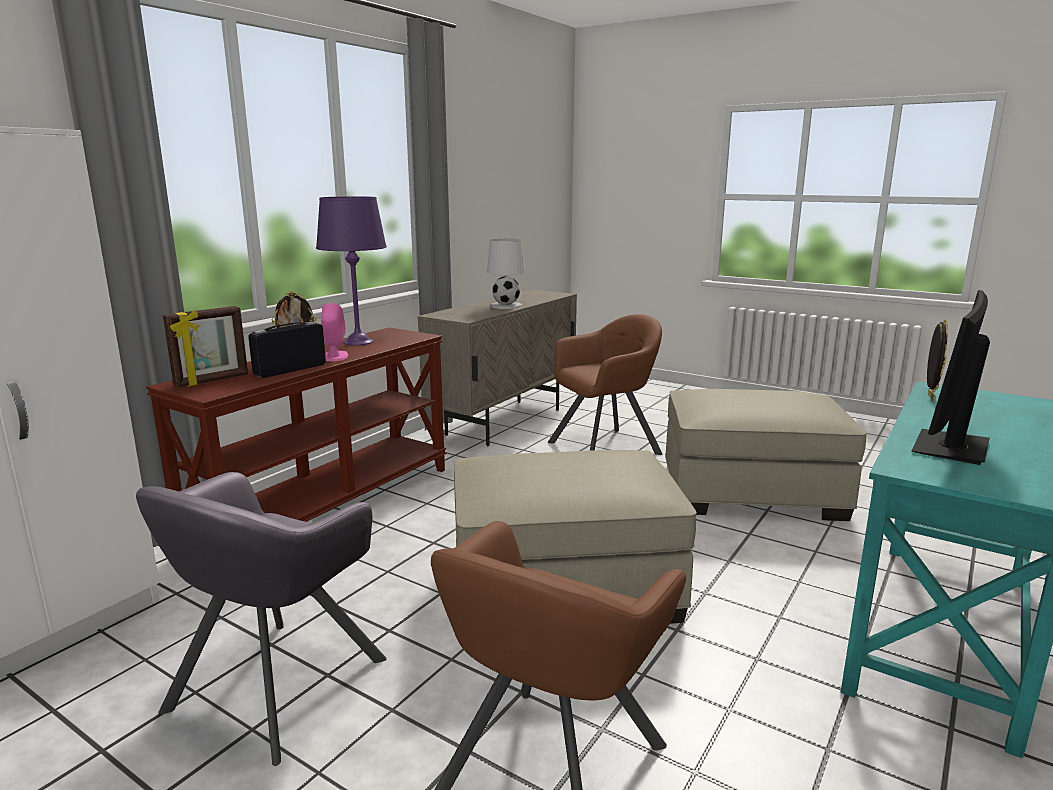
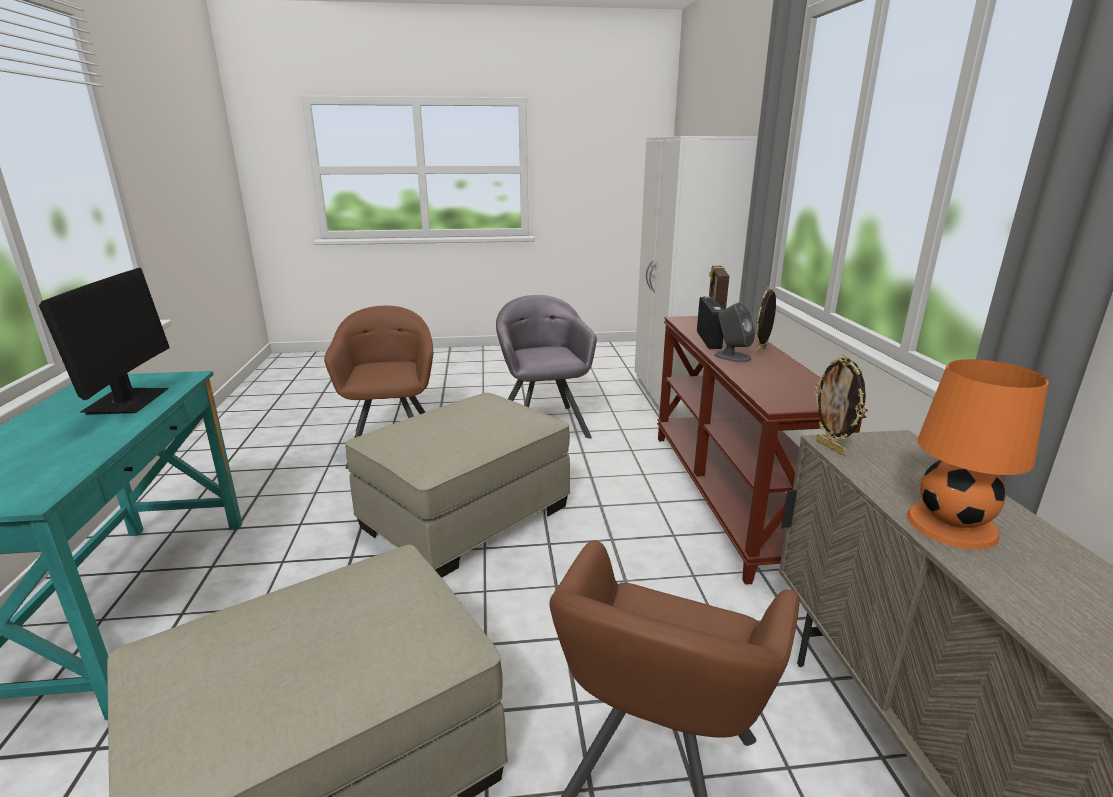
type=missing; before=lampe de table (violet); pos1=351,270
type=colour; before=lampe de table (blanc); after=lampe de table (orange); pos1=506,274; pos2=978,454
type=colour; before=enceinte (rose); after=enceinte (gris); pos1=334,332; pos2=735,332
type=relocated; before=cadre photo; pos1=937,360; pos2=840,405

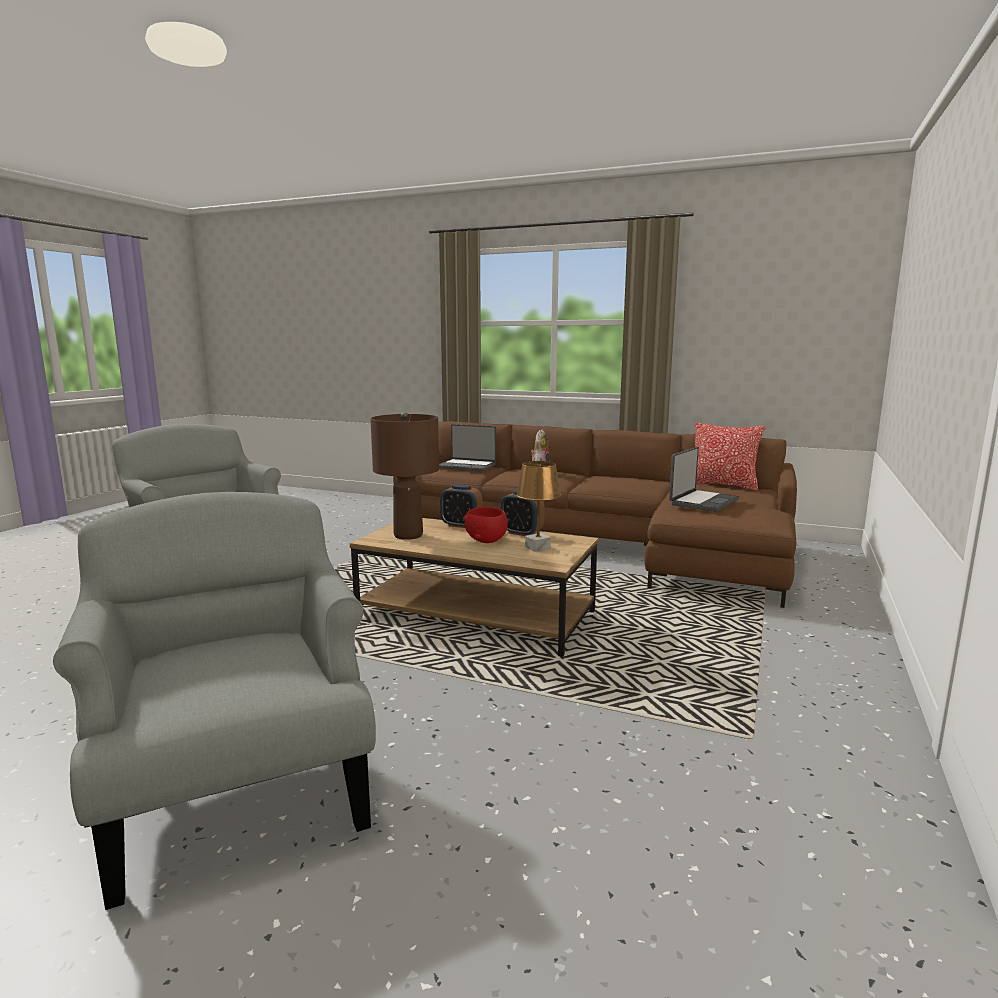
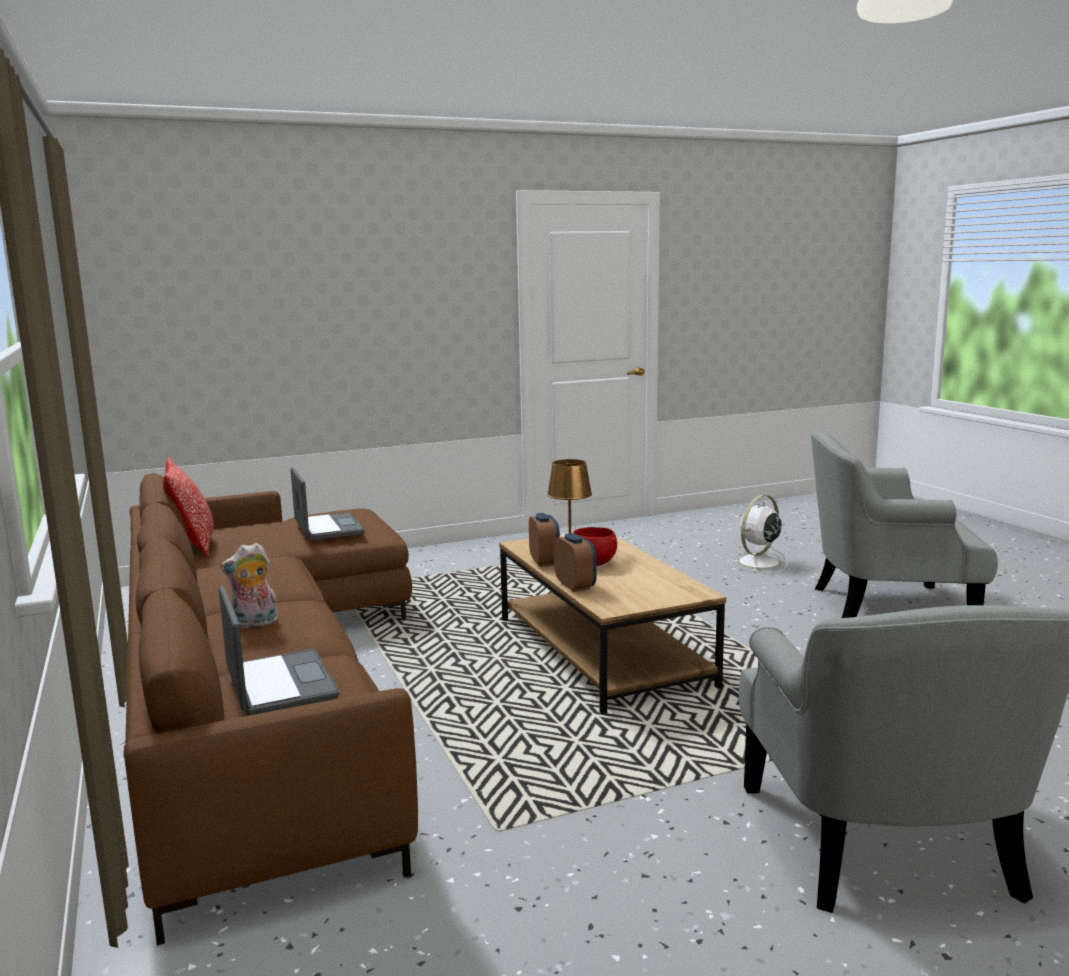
type=missing; before=lampe de table (marron); pos1=405,476
type=spun; before=ordinateur portable; pos1=704,479; pos2=327,504; turn=75
type=spun; before=fauteuil (gris); pos1=214,701; pos2=904,524; turn=75
type=appeared; after=ventilateur (blanc); pos2=757,534

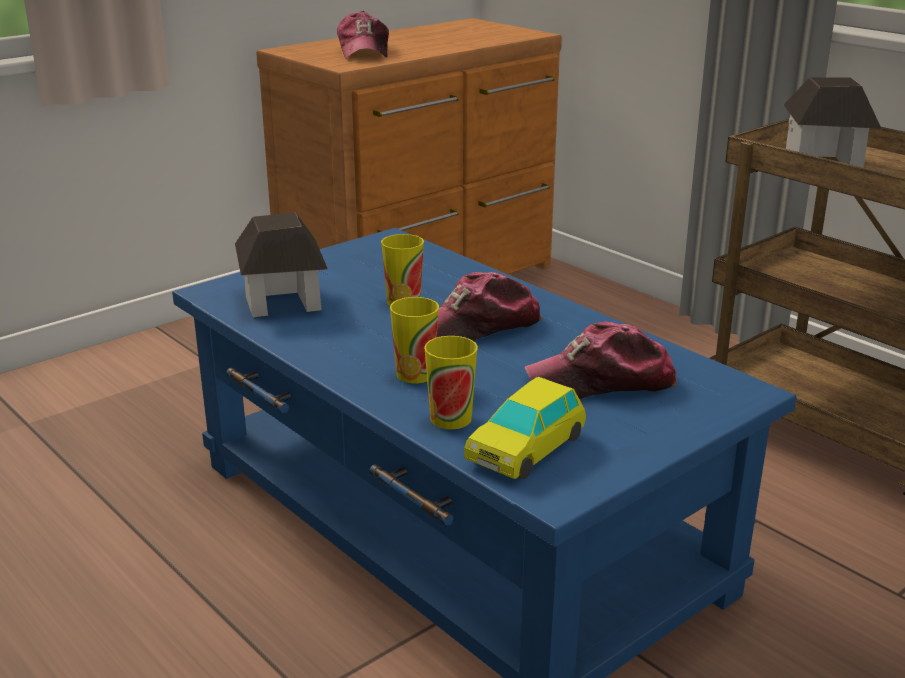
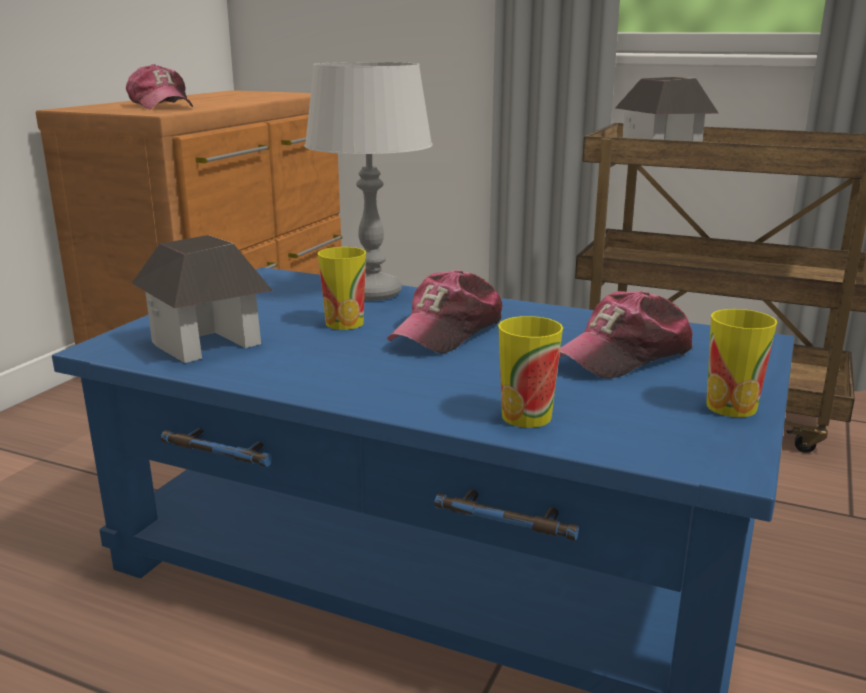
type=relocated; before=tasse; pos1=414,340; pos2=741,363
type=missing; before=petite voiture; pos1=525,428
type=appeared; after=lampe de table (gris); pos2=368,181

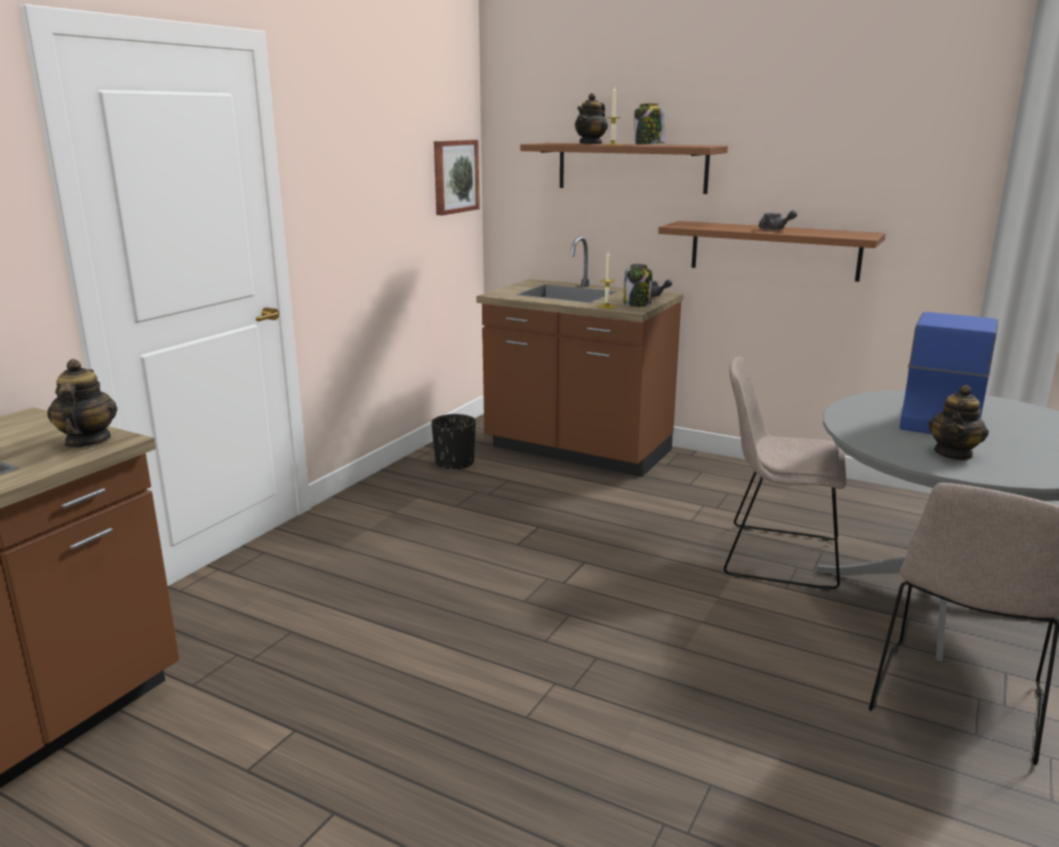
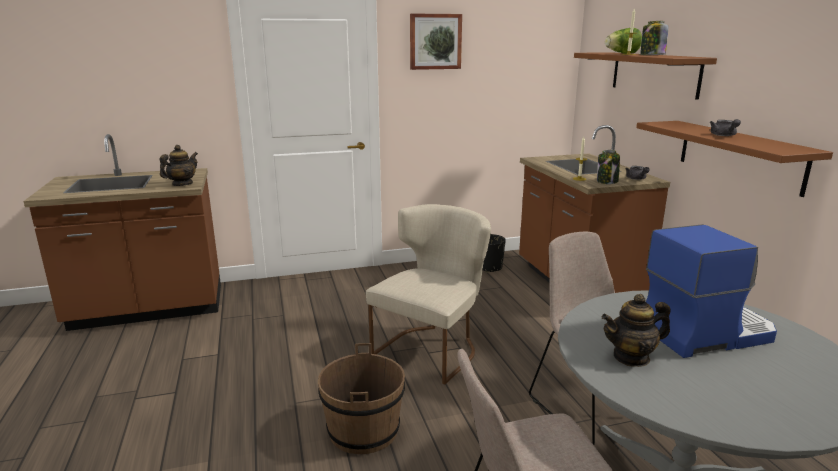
type=exchanged; before=théière; after=laitue; pos1=591,118; pos2=623,41
type=relocated; before=tableau; pos1=457,177; pos2=436,41
type=appeared; after=chaise (beige); pos2=428,294
type=appeared; after=seau (marron); pos2=361,398

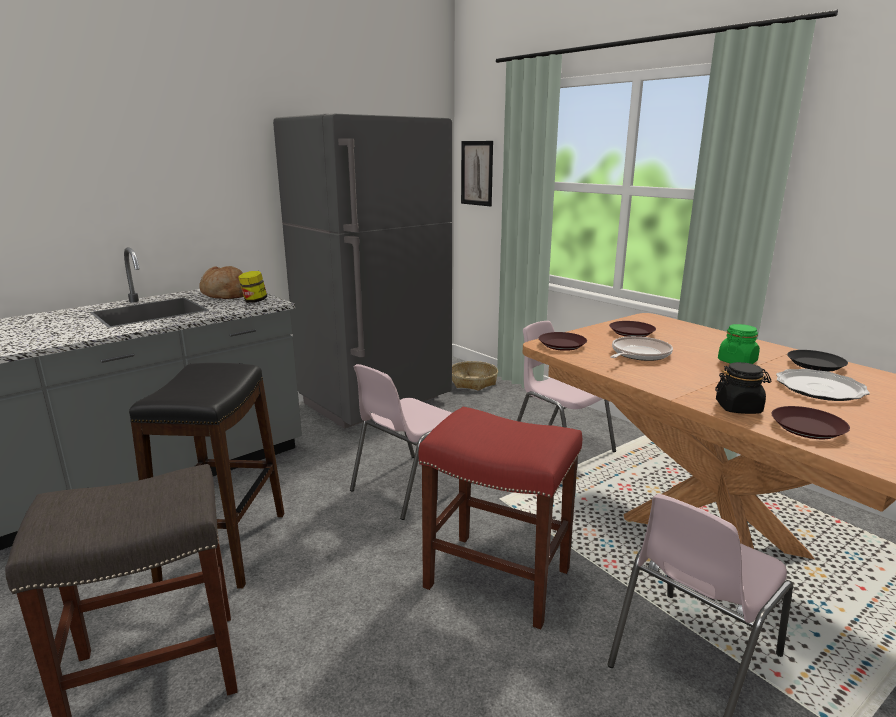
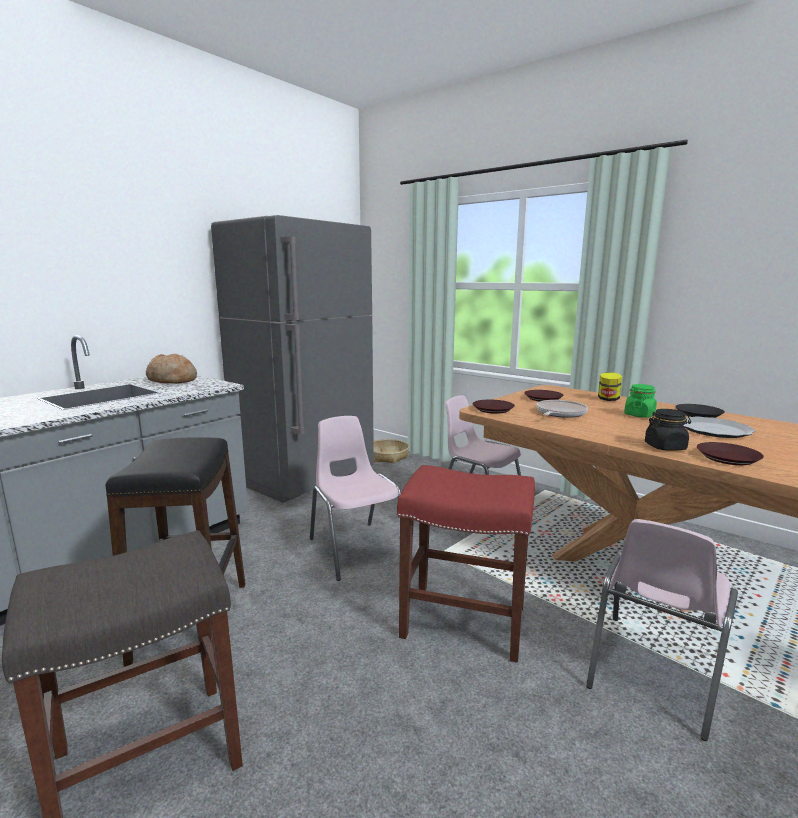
type=missing; before=tableau; pos1=477,173
type=relocated; before=bocal; pos1=252,287; pos2=610,386
type=spun; before=chaise (rose); pos1=401,442; pos2=355,498; turn=120

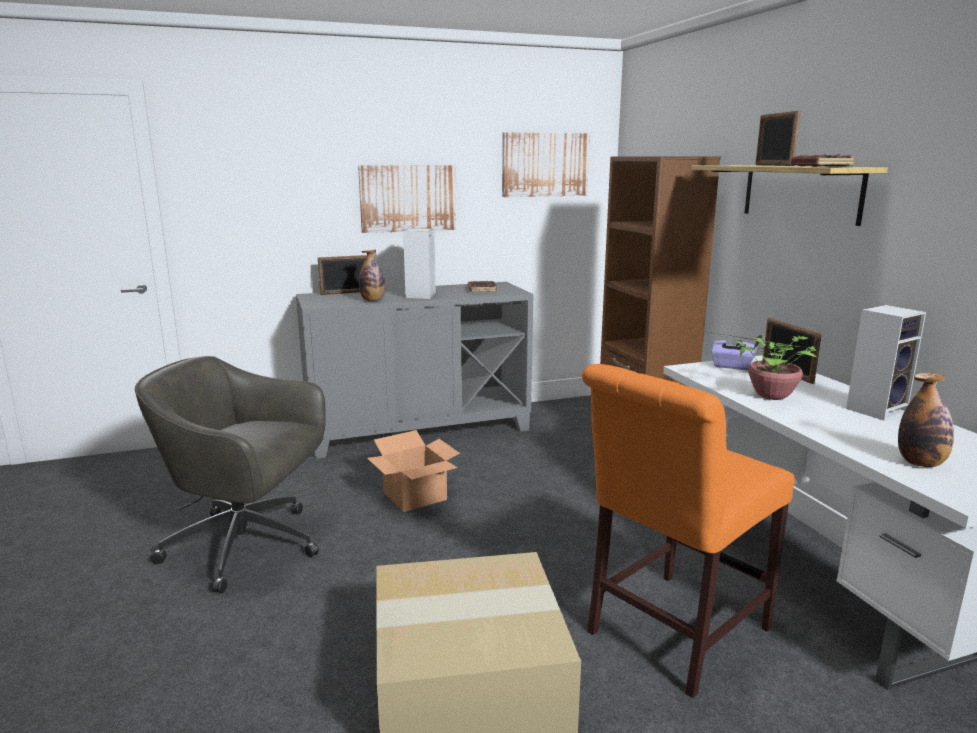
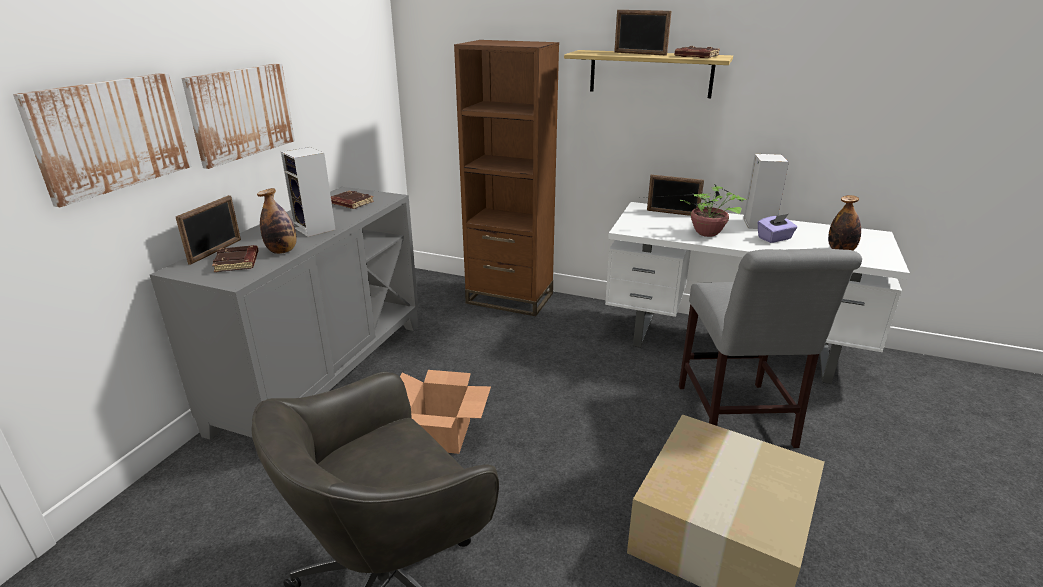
type=relocated; before=tableau; pos1=546,164; pos2=102,140
type=relocated; before=boîte à mouchoirs (violet); pos1=733,353; pos2=777,228
type=colour; before=chaise (orange); after=chaise (gris); pos1=688,531; pos2=770,348
type=appeared; after=livre (marron); pos2=235,258

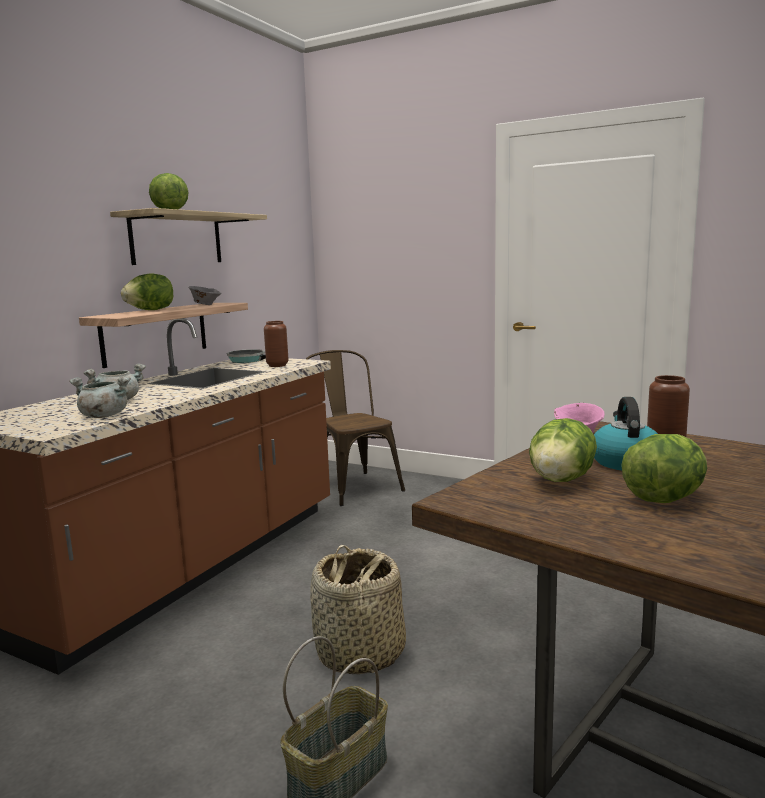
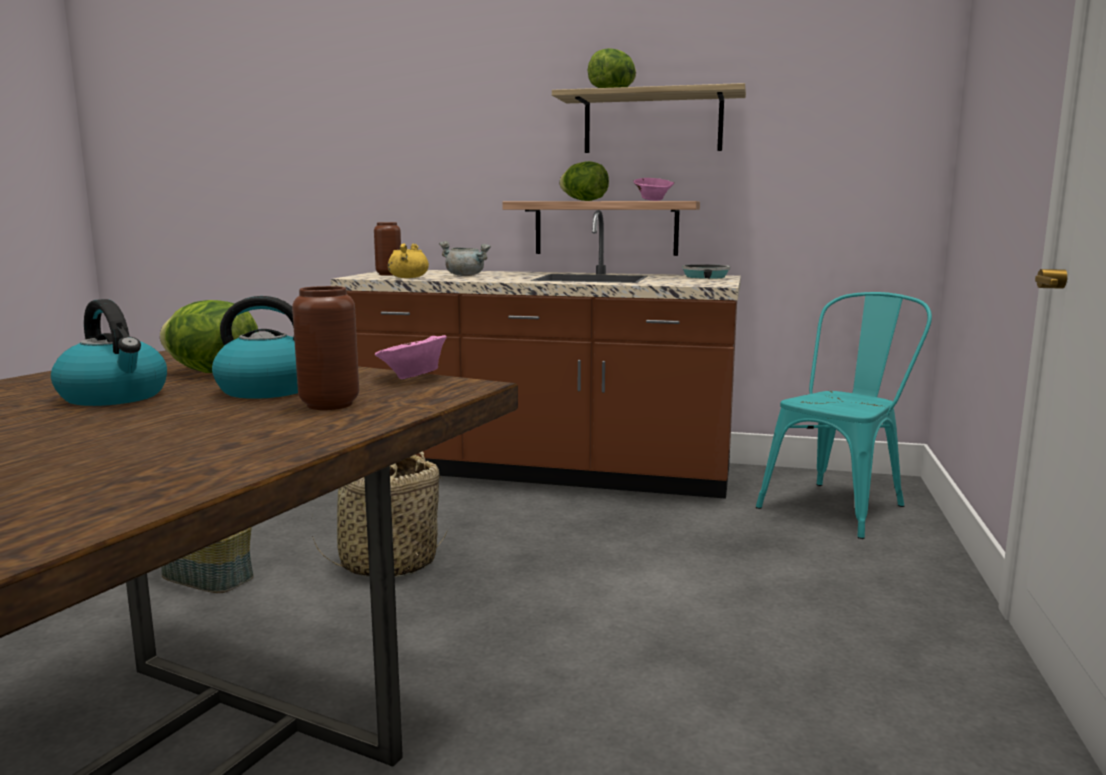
type=colour; before=bol (gris); after=bol (rose); pos1=205,295; pos2=653,189
type=relocated; before=vase (marron); pos1=276,344; pos2=387,249
type=colour; before=chaise (marron); after=chaise (turquoise); pos1=355,428; pos2=844,415
type=colour; before=marmite (gris); after=marmite (jaune); pos1=100,397; pos2=408,260
type=exchanged; before=laitue; after=bouilloire; pos1=664,468; pos2=109,352

